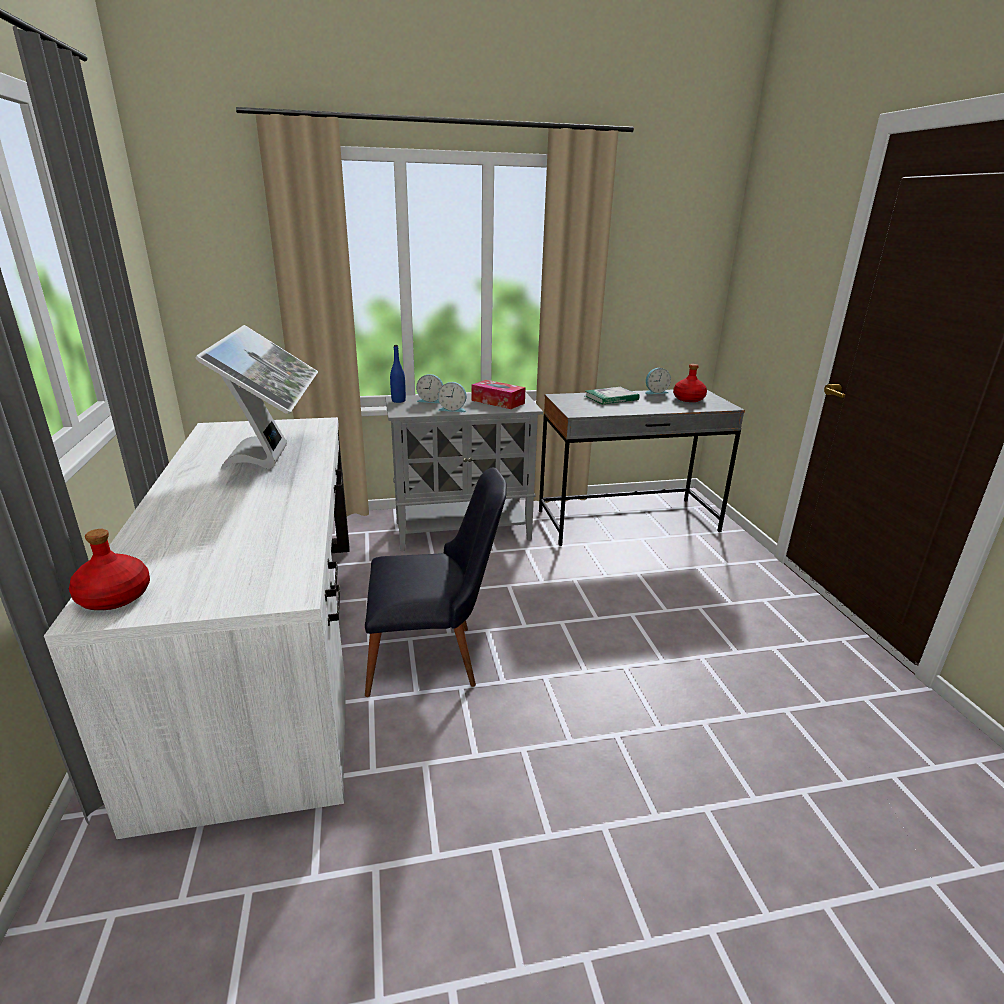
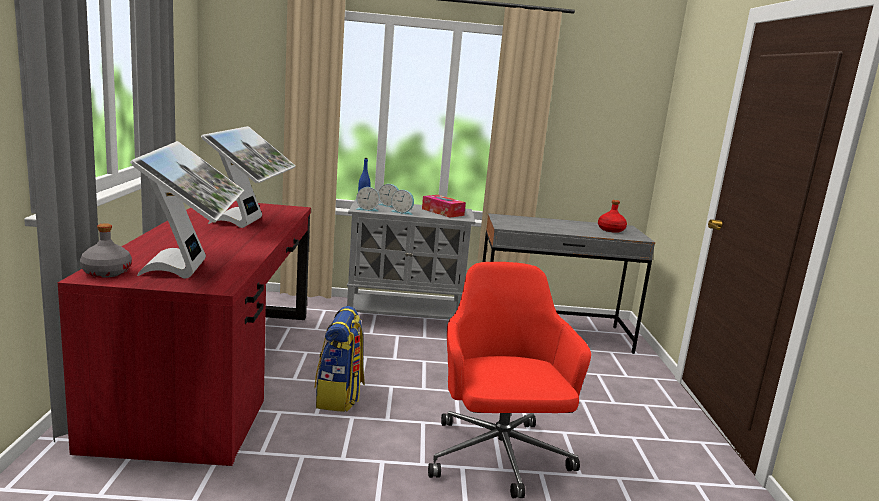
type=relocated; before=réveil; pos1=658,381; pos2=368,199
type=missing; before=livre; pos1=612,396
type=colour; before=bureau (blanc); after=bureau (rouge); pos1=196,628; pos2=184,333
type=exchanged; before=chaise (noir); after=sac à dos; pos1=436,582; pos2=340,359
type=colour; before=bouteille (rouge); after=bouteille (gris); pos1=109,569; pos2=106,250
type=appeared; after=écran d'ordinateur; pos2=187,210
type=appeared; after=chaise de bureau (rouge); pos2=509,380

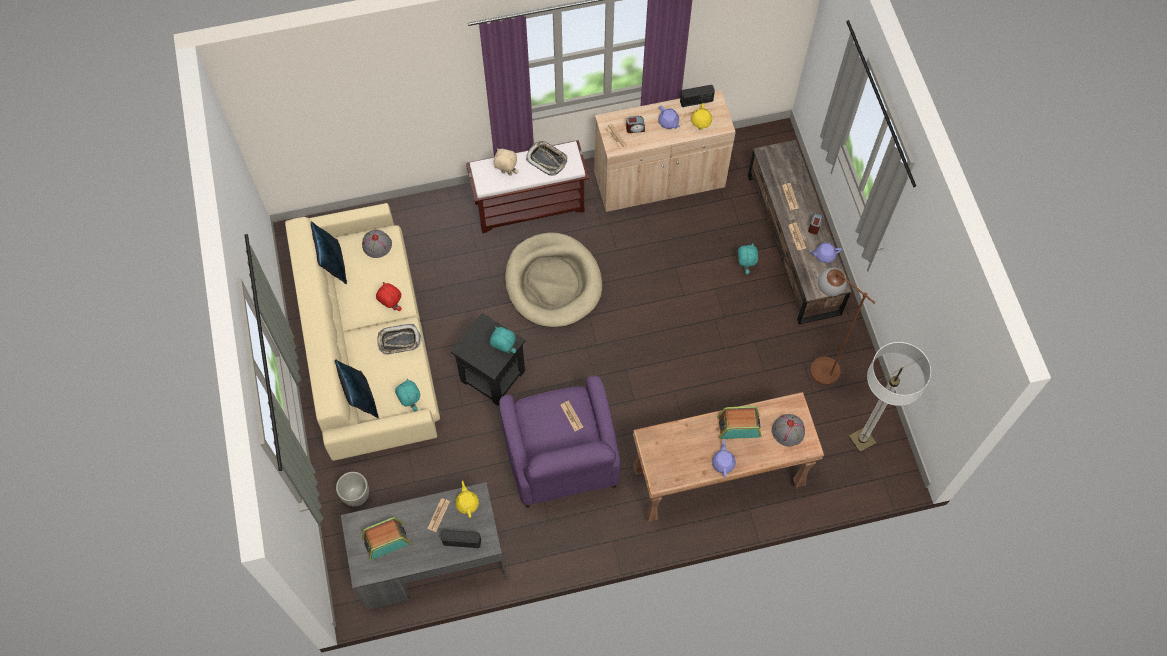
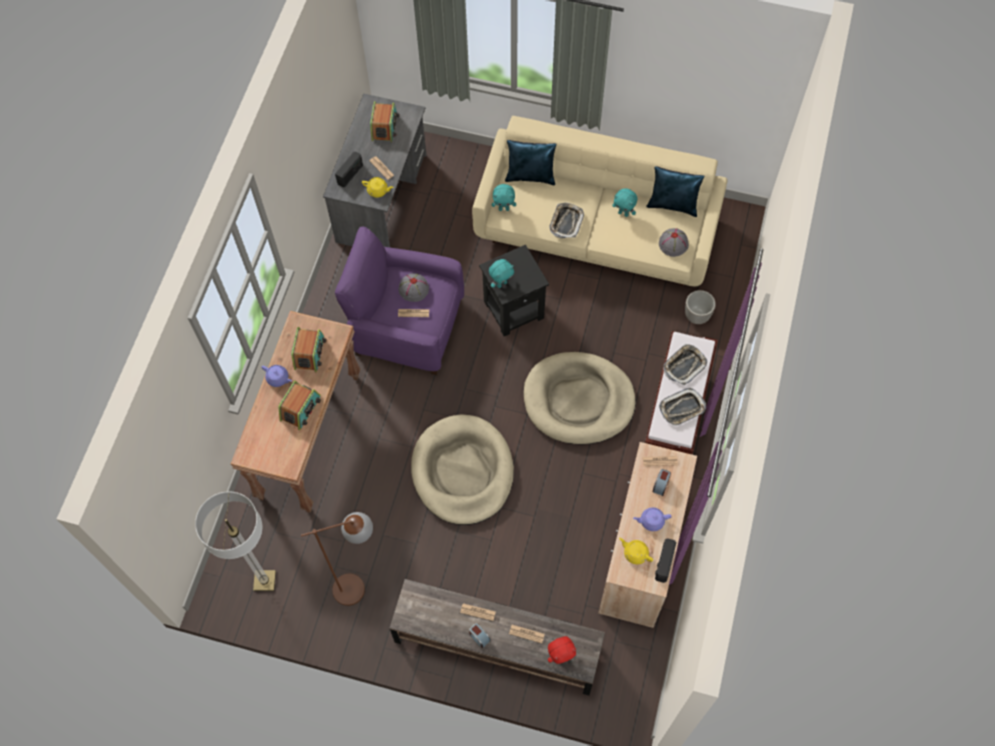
type=exchanged; before=peluche (beige); after=plateau; pos1=506,162; pos2=685,364
type=relocated; before=peluche (turquoise); pos1=748,258; pos2=624,202
type=missing; before=théière (violet); pos1=826,253
type=relocated; before=peluche (rouge); pos1=389,296; pos2=562,650
type=relocated; before=chapeau (gris); pos1=788,430; pos2=414,287
type=relocated; before=cache-pot; pos1=352,489; pos2=700,307
type=appeared; after=radio; pos2=308,349
type=appeared; after=panier pour chien (beige); pos2=462,469

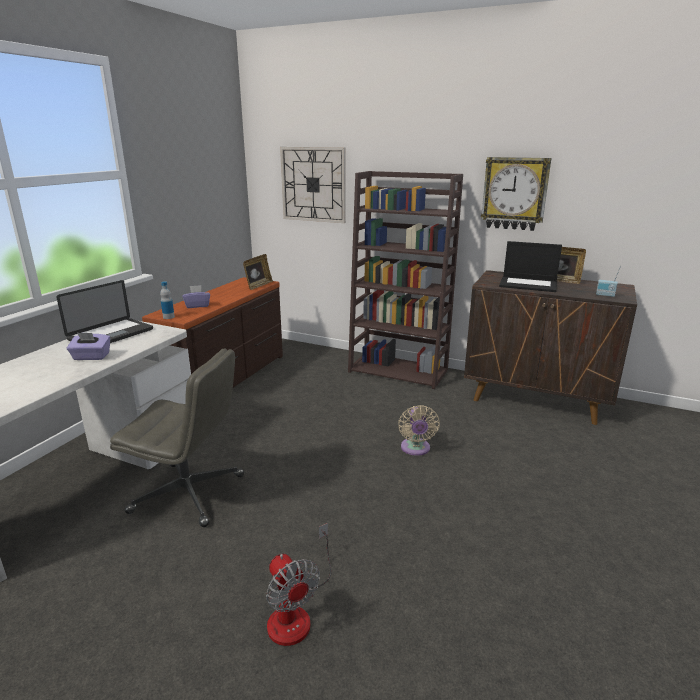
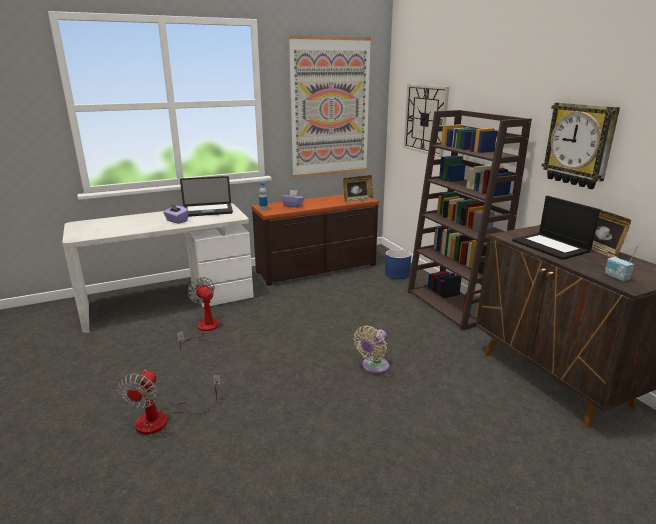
type=exchanged; before=chaise de bureau (gris); after=ventilateur; pos1=177,437; pos2=198,313
type=appeared; after=tableau; pos2=330,106
type=appeared; after=cache-pot (bleu); pos2=398,264

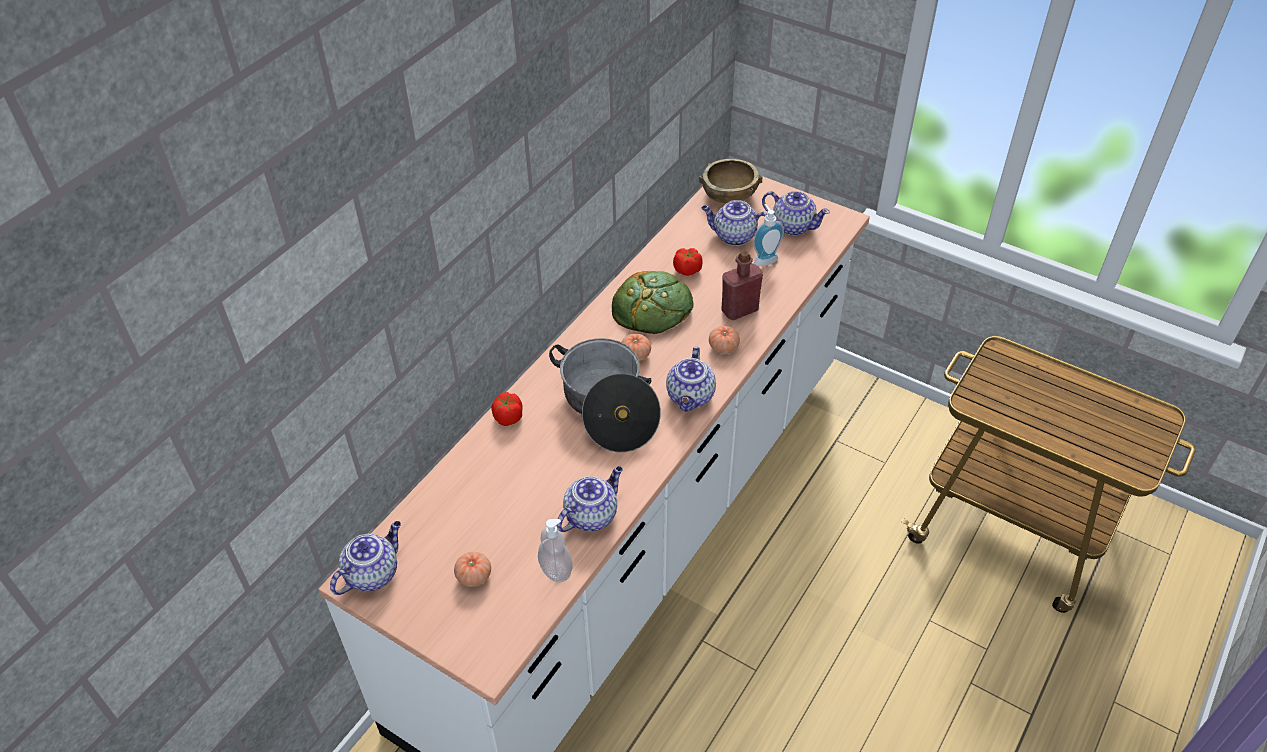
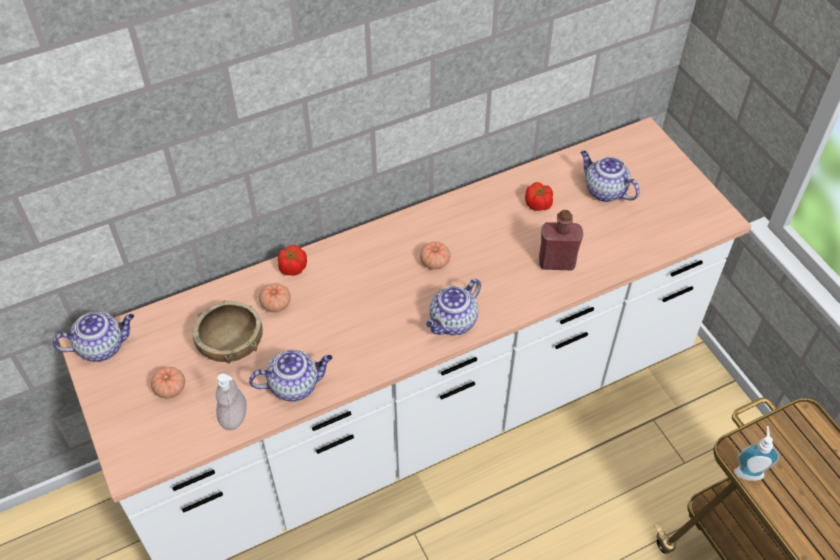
type=relocated; before=bol (marron); pos1=731,181; pos2=228,332
type=missing; before=théière; pos1=796,213
type=relocated; before=distributeur de savon; pos1=768,235; pos2=757,453
type=missing; before=pain; pos1=653,302
type=relocated; before=tomate; pos1=724,340; pos2=275,297
type=missing; before=marmite; pos1=605,395

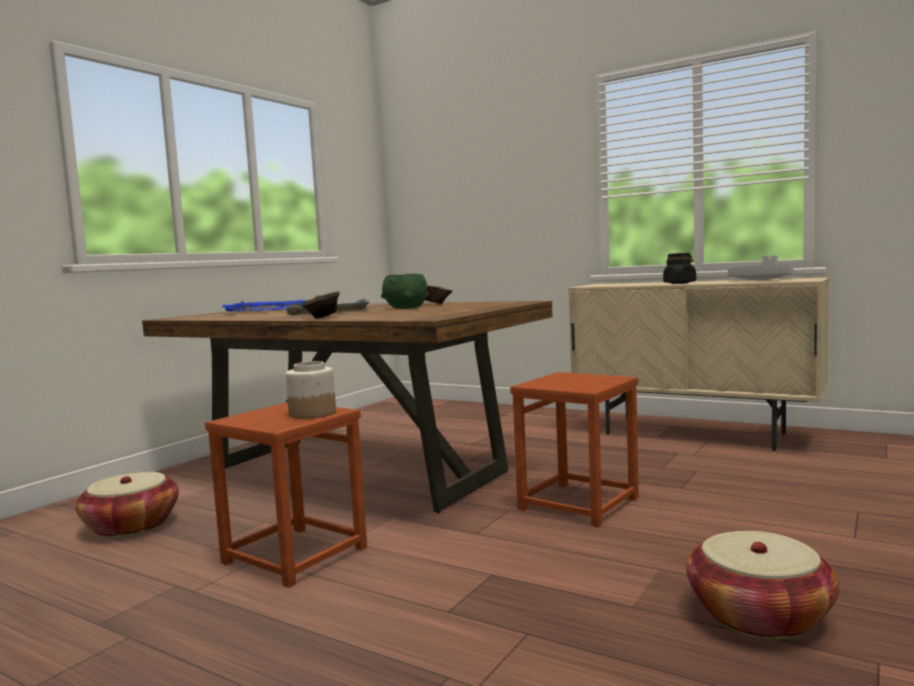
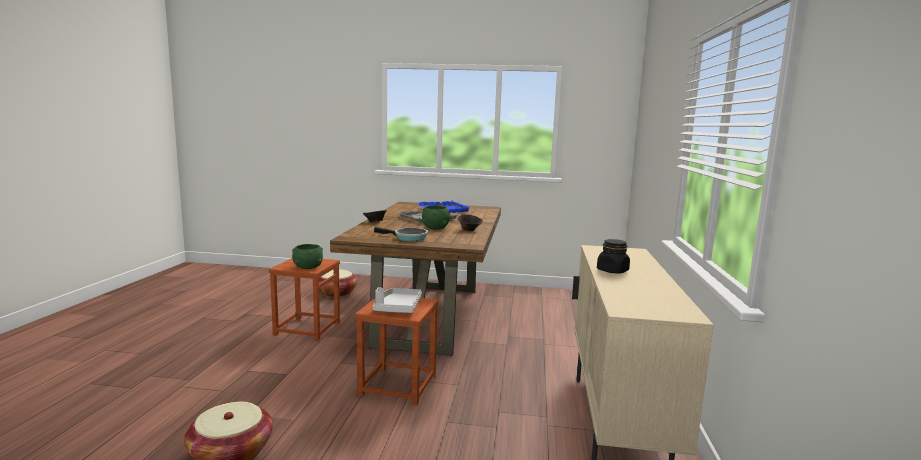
type=relocated; before=plateau (gris); pos1=761,267; pos2=397,300
type=exchanged; before=bocal; after=bol (vert); pos1=311,390; pos2=307,256
type=appeared; after=poêle; pos2=401,234

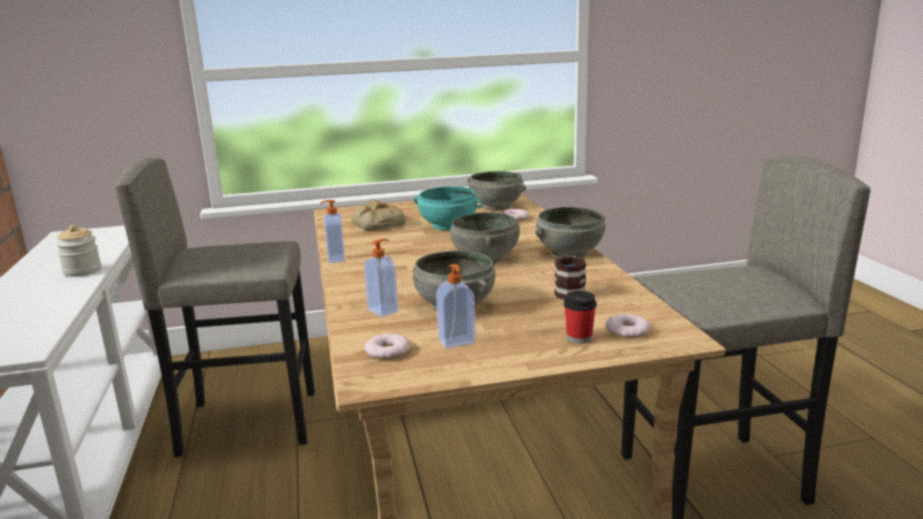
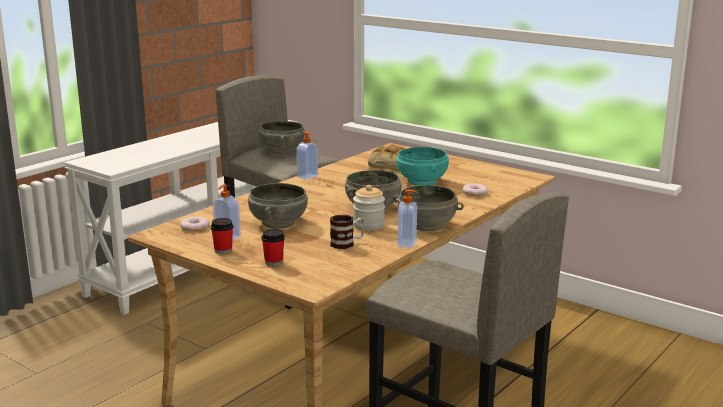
type=relocated; before=bol (gris); pos1=497,190; pos2=282,137
type=relocated; before=bocal; pos1=78,251; pos2=369,208
type=relocated; before=distributeur de savon; pos1=381,278; pos2=407,219
type=missing; before=beignet; pos1=628,326
type=appeared; after=tasse; pos2=222,236

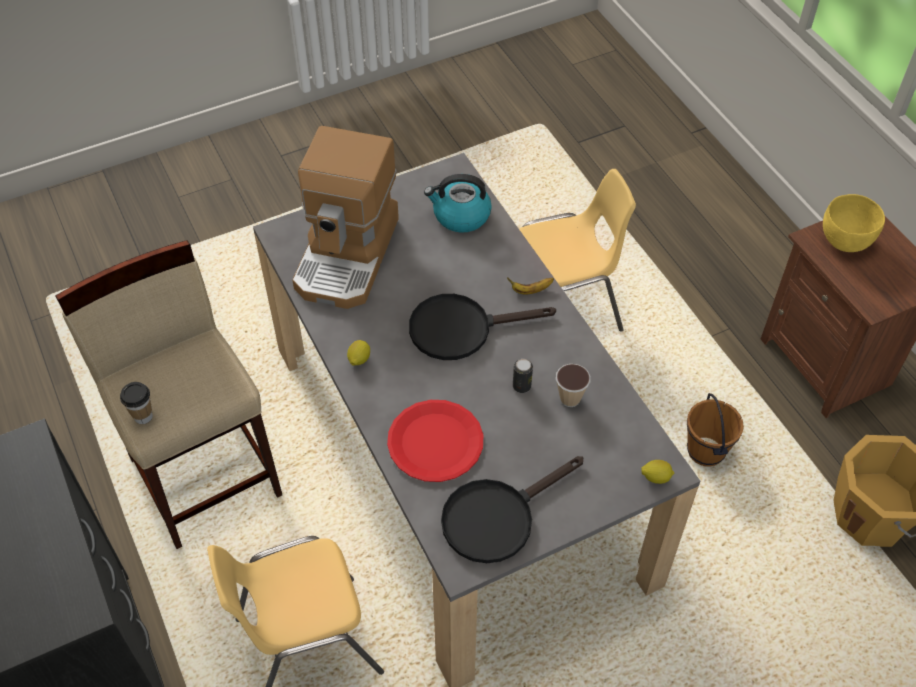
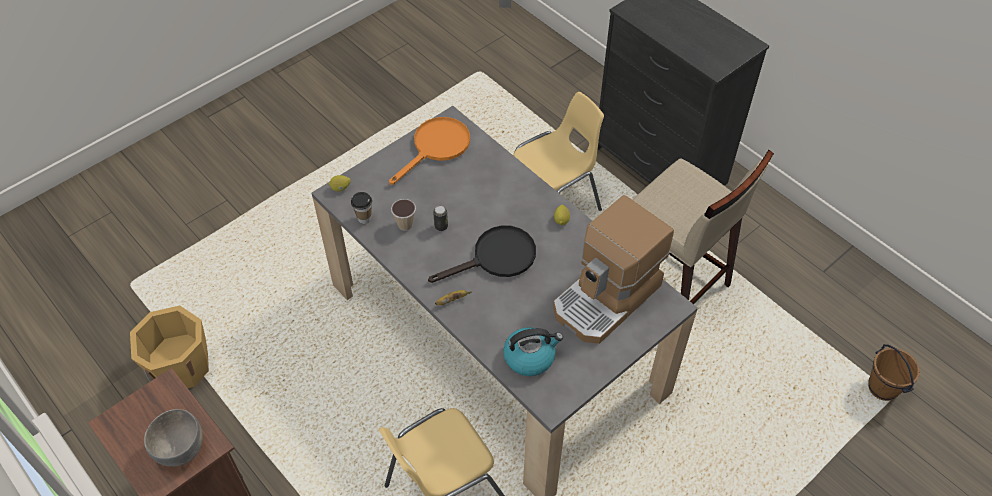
type=spun; before=machine à café; pos1=345,217; pos2=613,269; turn=-135
type=colour; before=bol (jaune); after=bol (gris); pos1=854,223; pos2=173,438
type=relocated; before=tasse; pos1=136,403; pos2=361,208
type=relocated; before=seau (marron); pos1=715,430; pos2=894,372
type=missing; before=assiette (rouge); pos1=435,441
type=colour; before=poêle (noir); after=poêle (orange); pos1=512,509; pos2=429,151

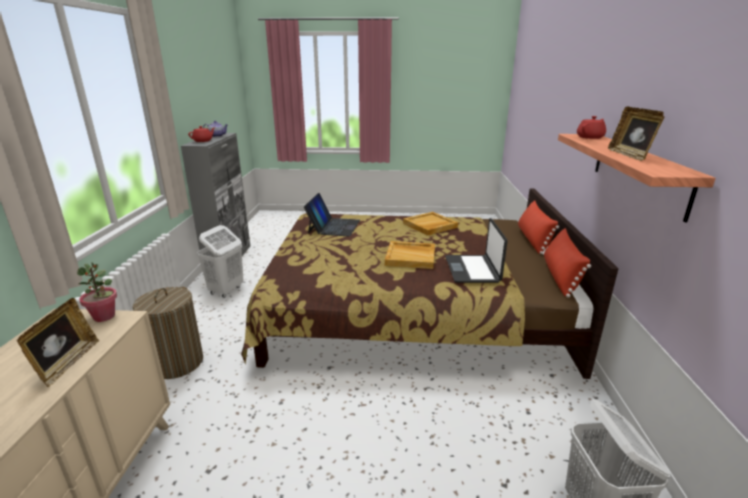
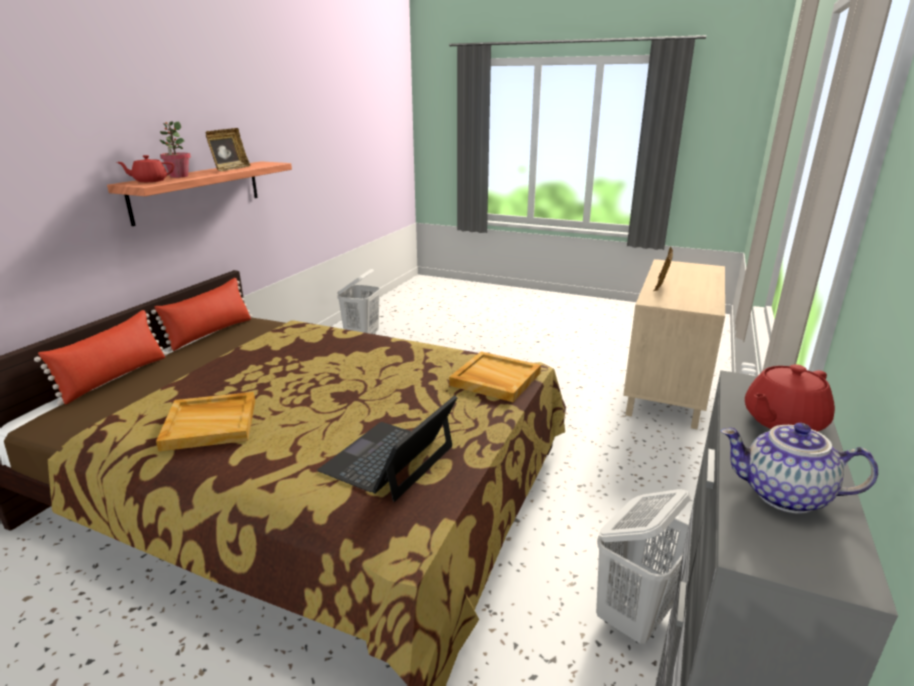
type=missing; before=ordinateur portable; pos1=476,250
type=relocated; before=plateau (beige); pos1=410,255; pos2=495,376
type=relocated; before=plante en pot; pos1=97,292; pos2=175,149
type=missing; before=panier à linge; pos1=168,333

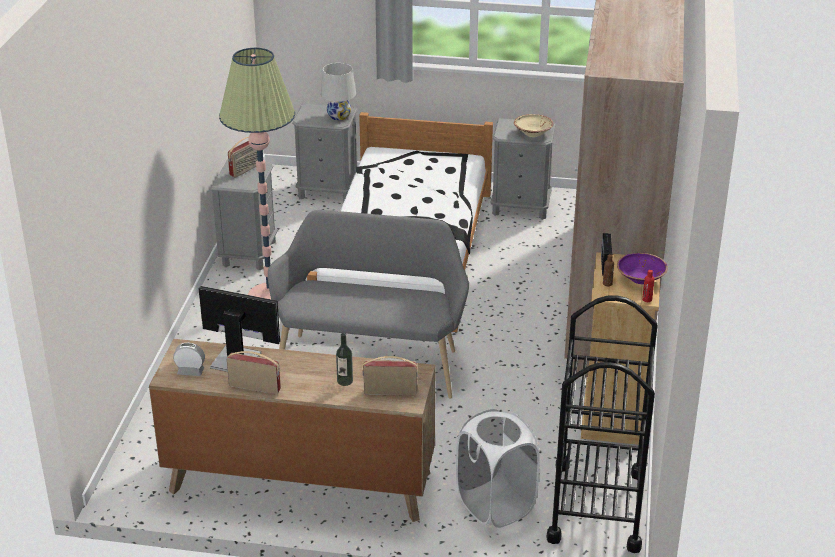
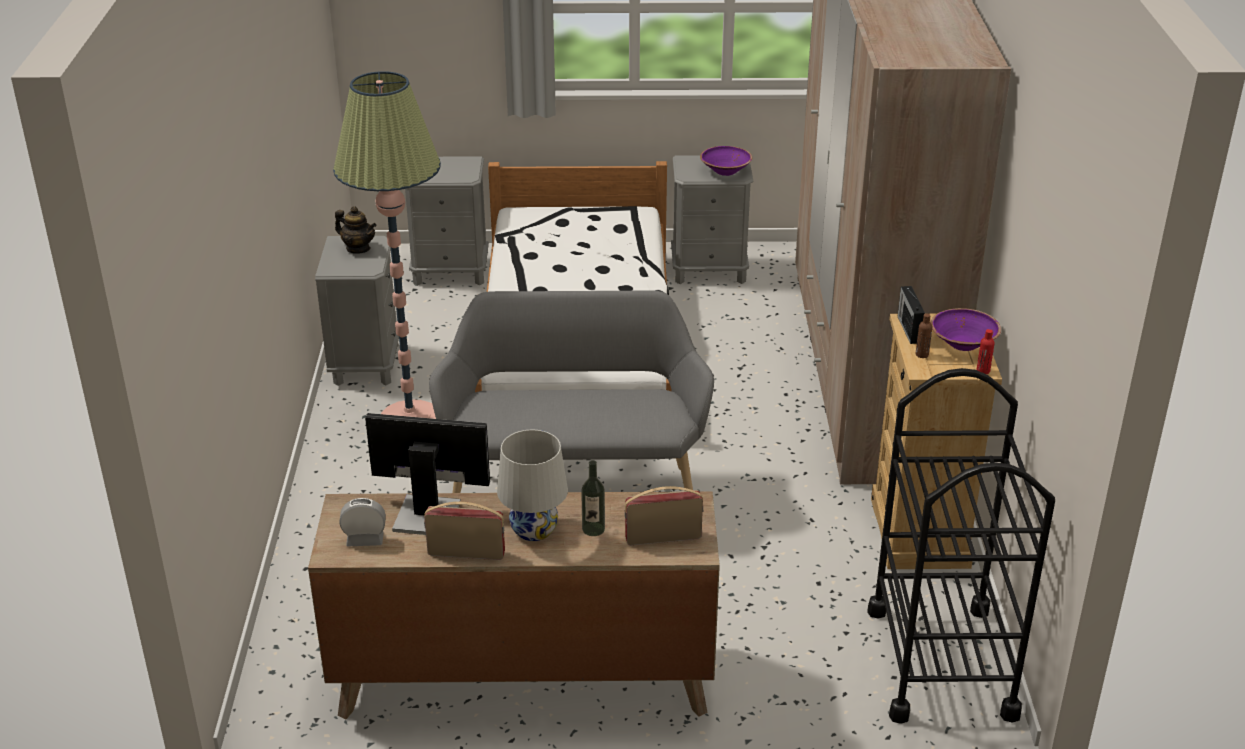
type=relocated; before=lampe de table (blanc); pos1=338,92; pos2=532,485
type=colour; before=bol (beige); after=bol (violet); pos1=533,125; pos2=726,161
type=exchanged; before=radio; after=théière; pos1=243,157; pos2=355,230
type=missing; before=panier à linge (blanc); pos1=498,468

